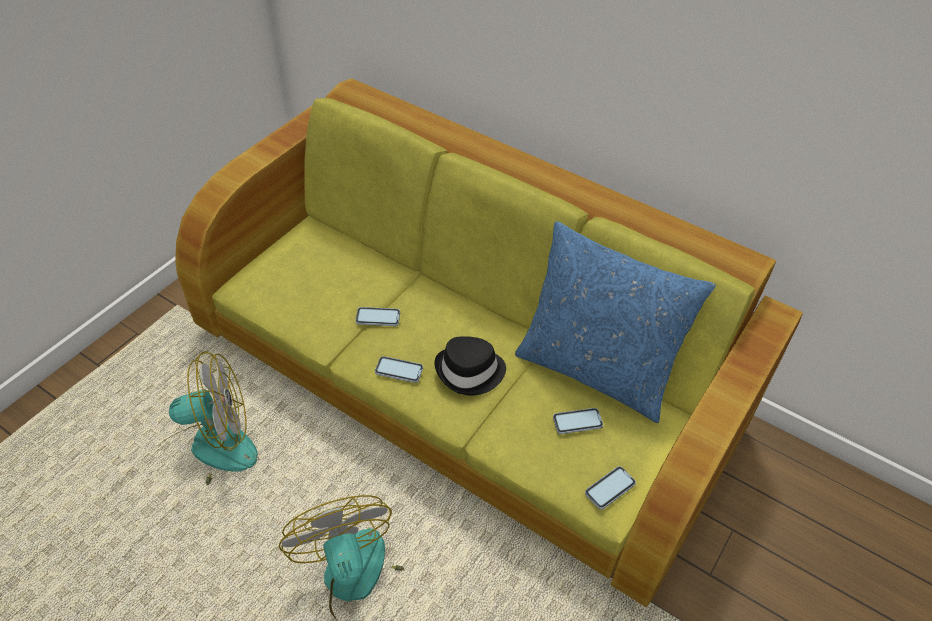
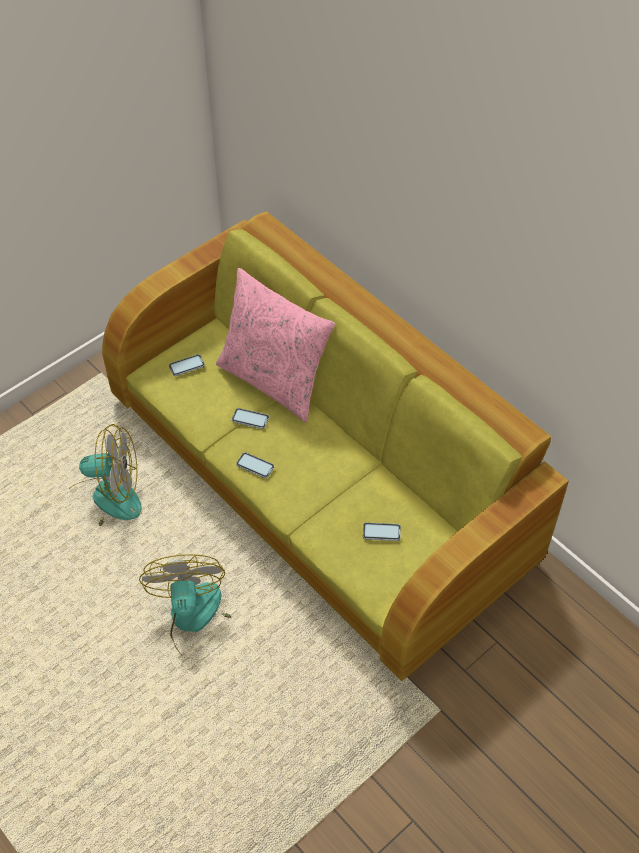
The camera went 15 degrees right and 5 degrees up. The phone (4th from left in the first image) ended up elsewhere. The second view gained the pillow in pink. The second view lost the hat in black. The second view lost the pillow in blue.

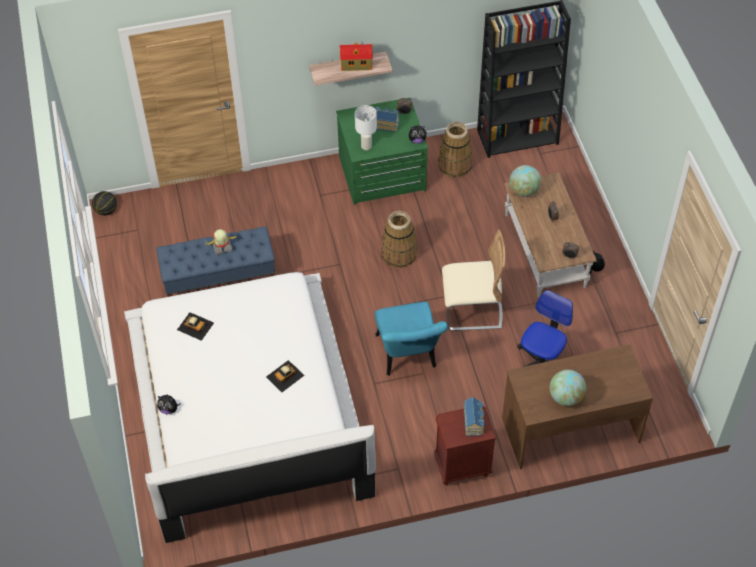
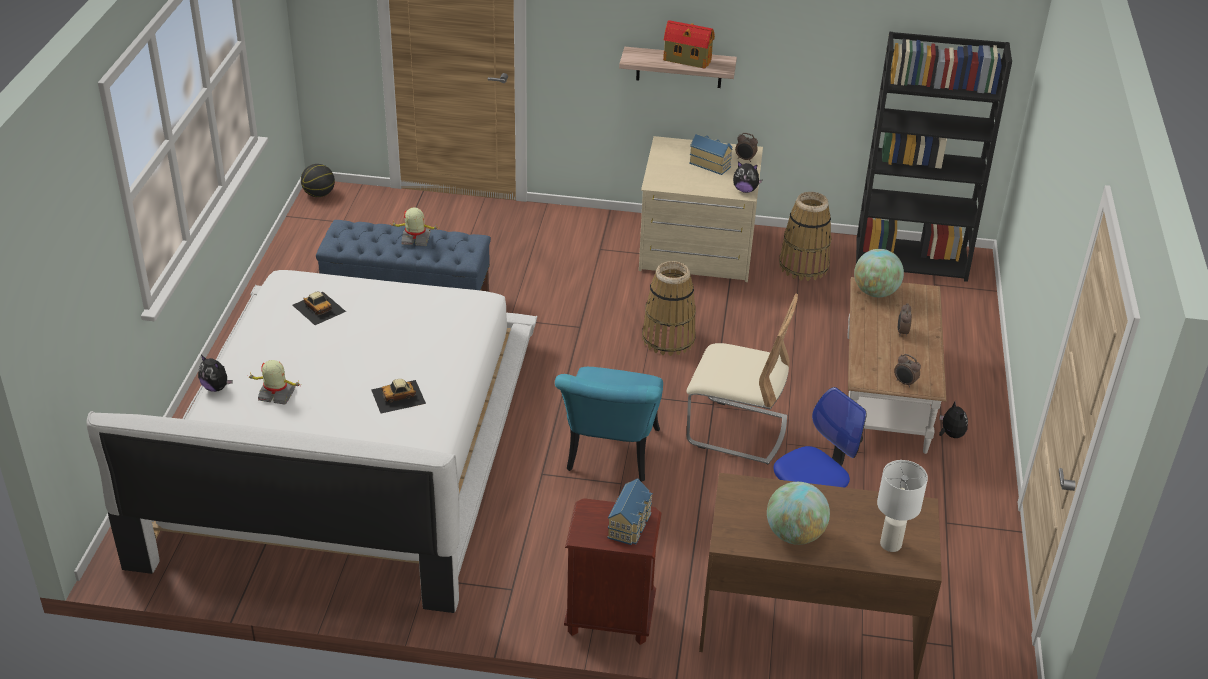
The camera went 20 degrees right and 15 degrees down. The second view gained the toy robot (1st from left). What was the dresser in green turned into the dresser in beige. The table lamp in white ended up elsewhere.

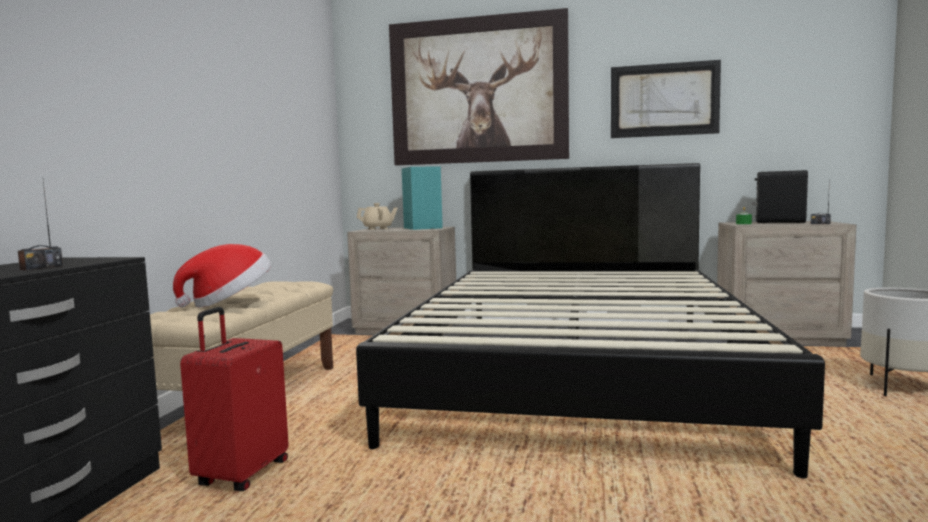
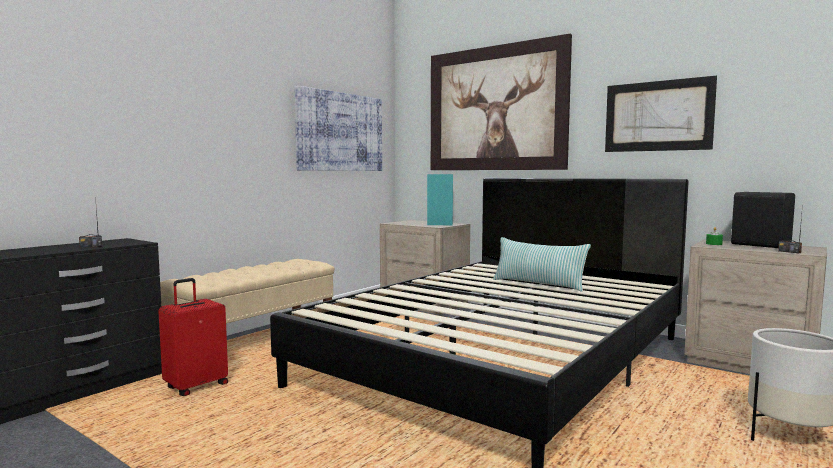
The camera went 25 degrees right and 0 degrees up. The second view gained the picture (1st from left). The second view gained the pillow. The second view lost the hat. The second view lost the teapot in beige.

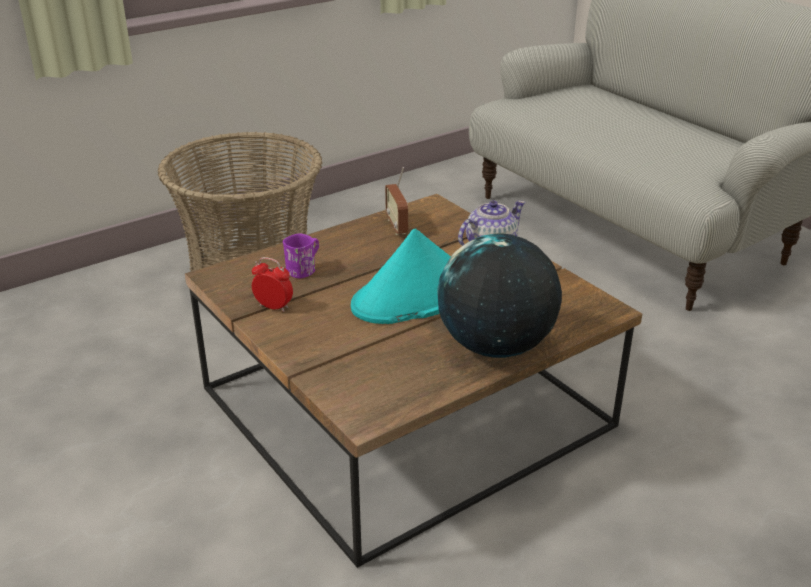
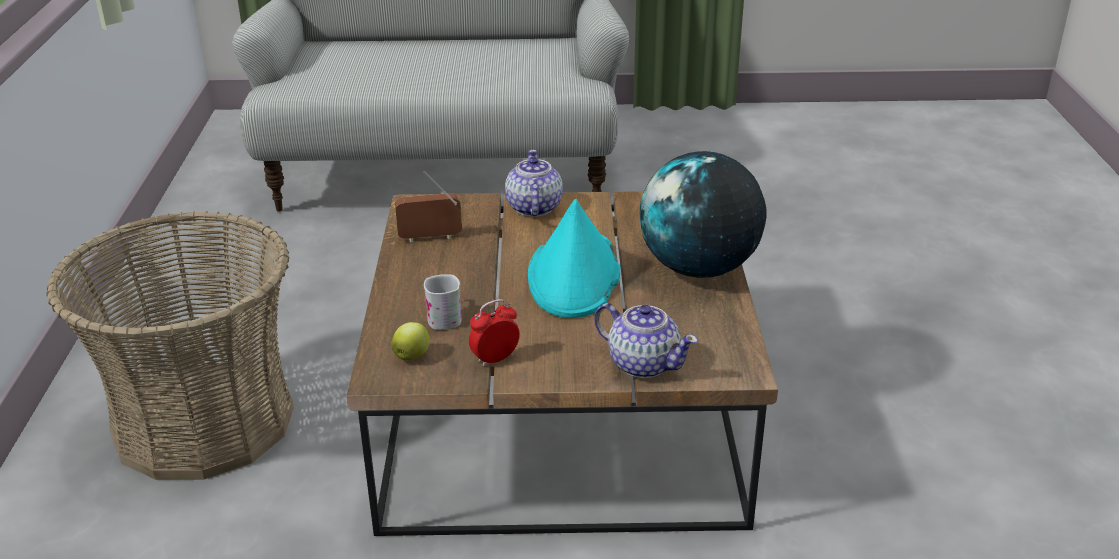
The camera went 55 degrees left and 0 degrees up. The second view gained the apple. The radio ended up facing another way, 150 degrees clockwise from before. What was the mug in purple turned into the mug in white. The second view gained the teapot (2nd from left).

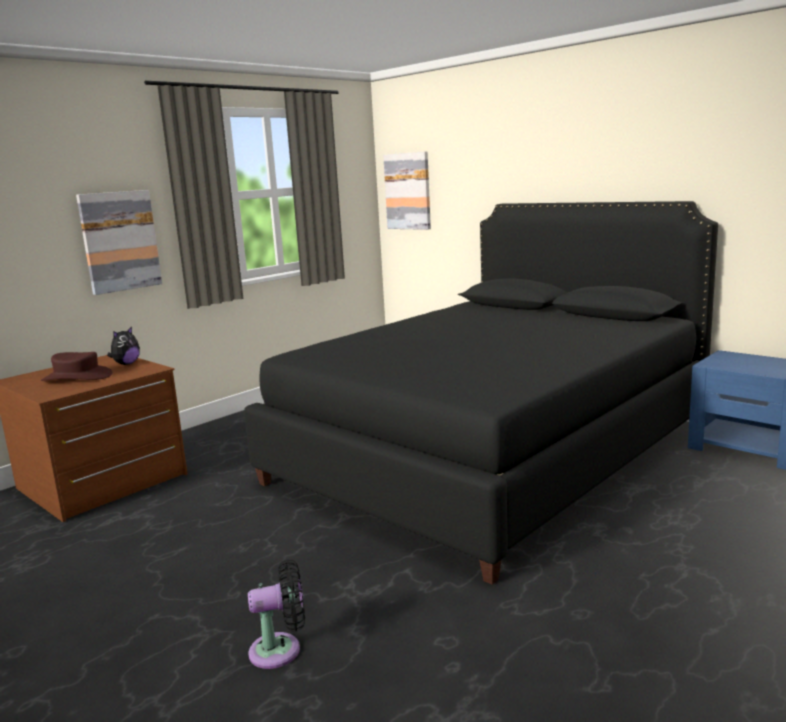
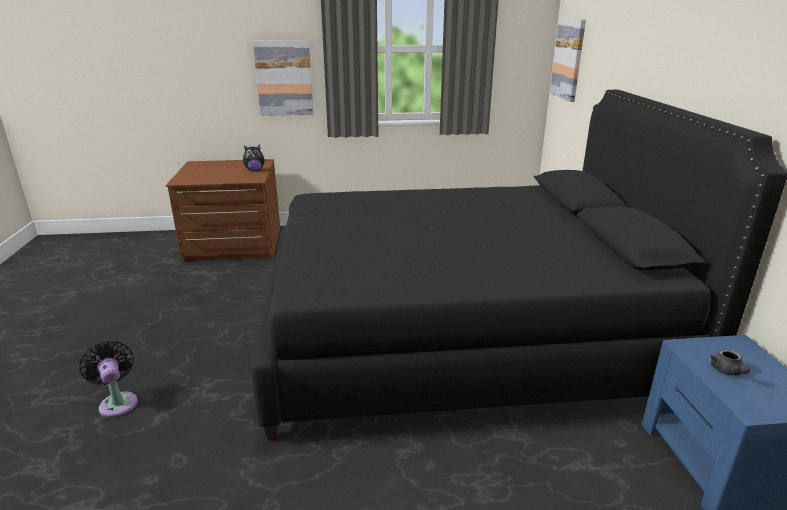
The camera went 40 degrees right and 10 degrees up. The fan in black ended up facing another way, 150 degrees counterclockwise from before. The second view gained the teapot in grey. The second view lost the hat in brown.

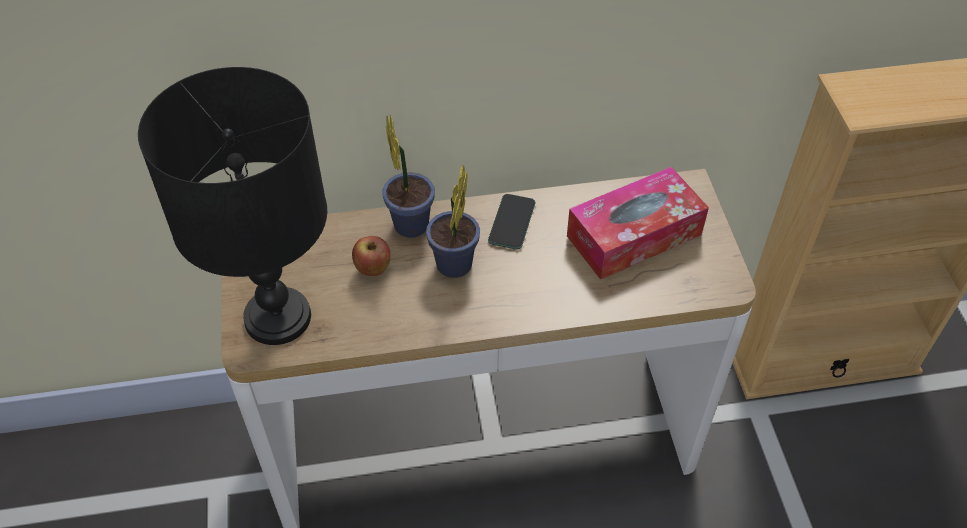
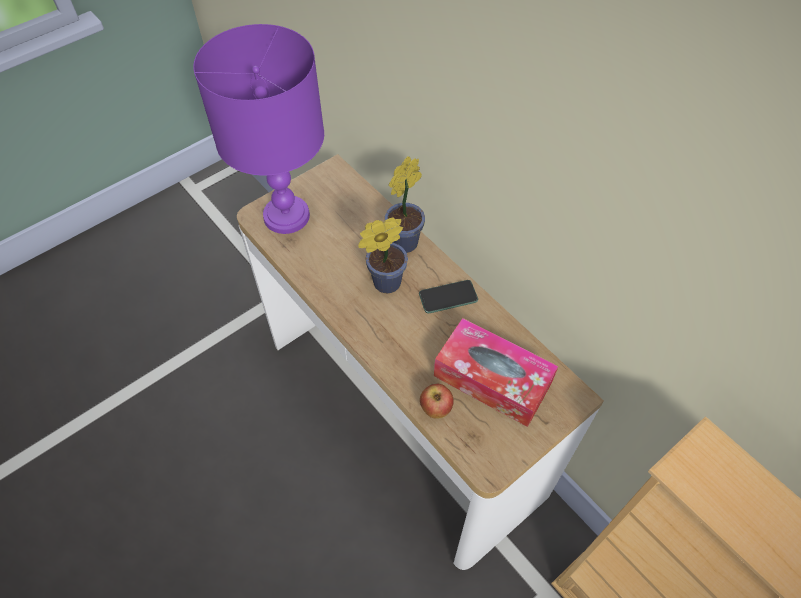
The camera went 60 degrees right and 5 degrees up. What was the table lamp in black turned into the table lamp in purple. The apple ended up elsewhere.

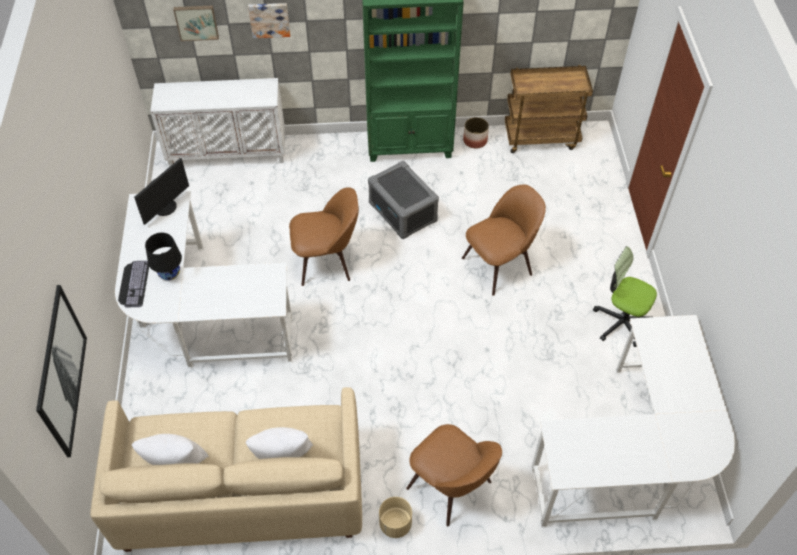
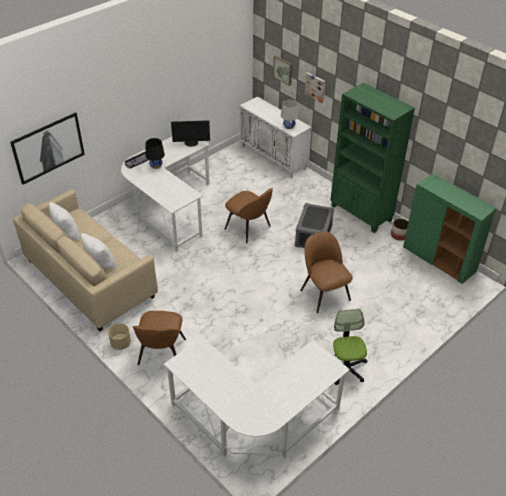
The camera went 50 degrees right and 10 degrees down. The second view gained the table lamp in white. The chair in brown (3rd from left) ended up facing another way, 135 degrees counterclockwise from before. Where the cart in brown stood, the cabinet in green came to stand.

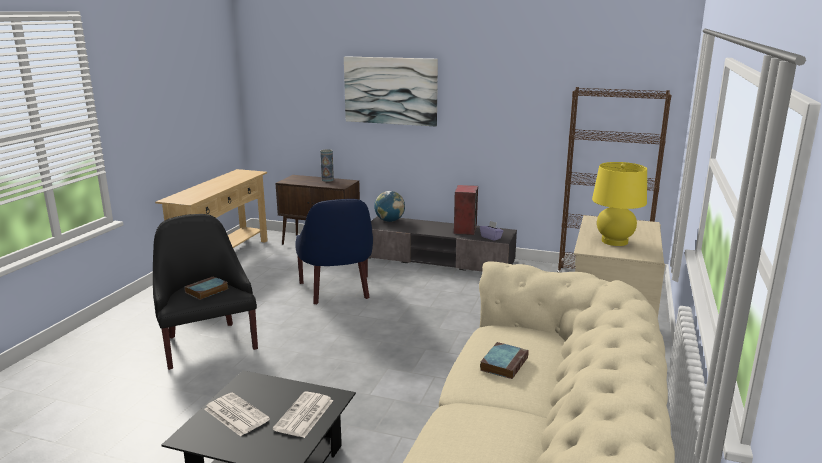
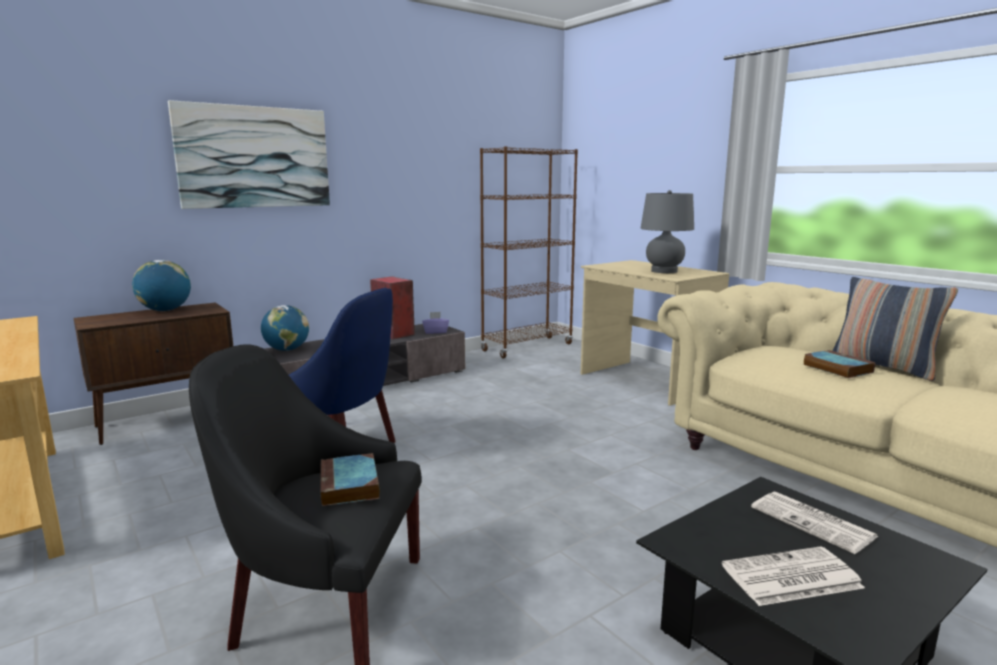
The camera went 55 degrees left and 5 degrees down. Where the vase stood, the globe (1st from left) came to stand. What was the table lamp in yellow turned into the table lamp in grey. The second view gained the pillow.

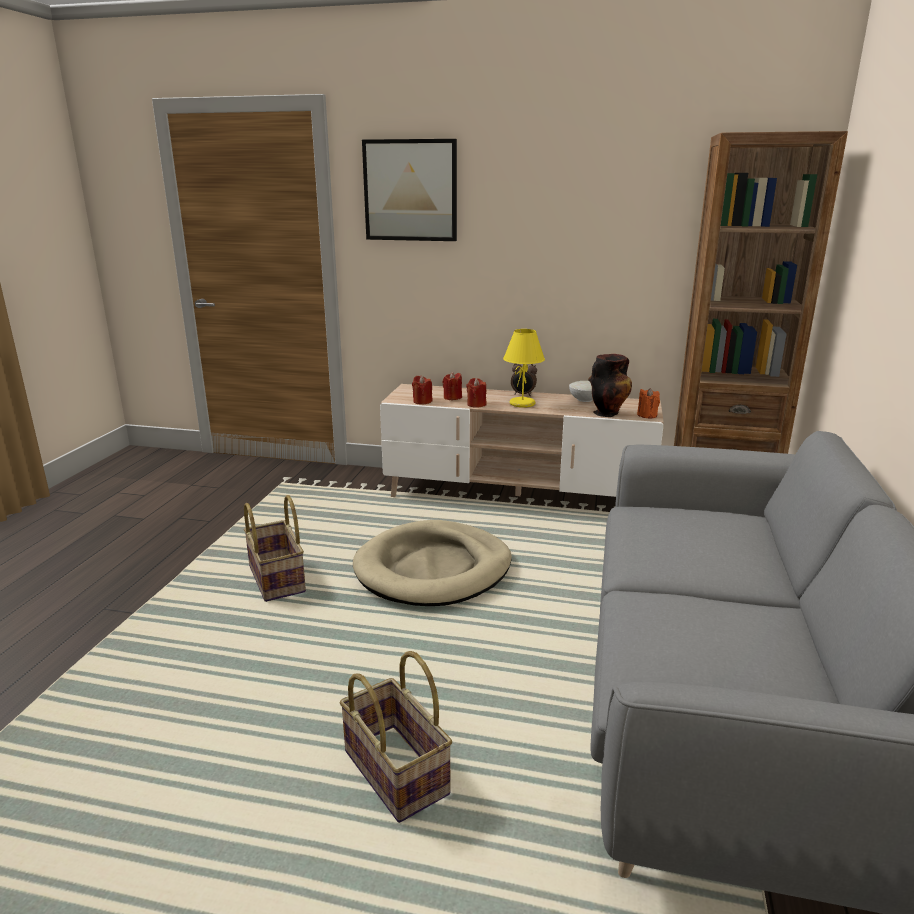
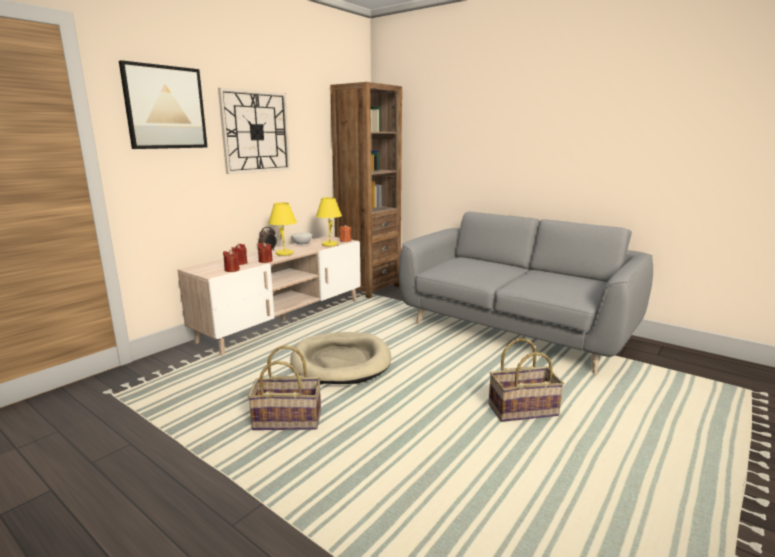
The camera went 65 degrees left and 5 degrees down. The second view gained the wall clock. Where the vase stood, the table lamp in yellow (2nd from left) came to stand.

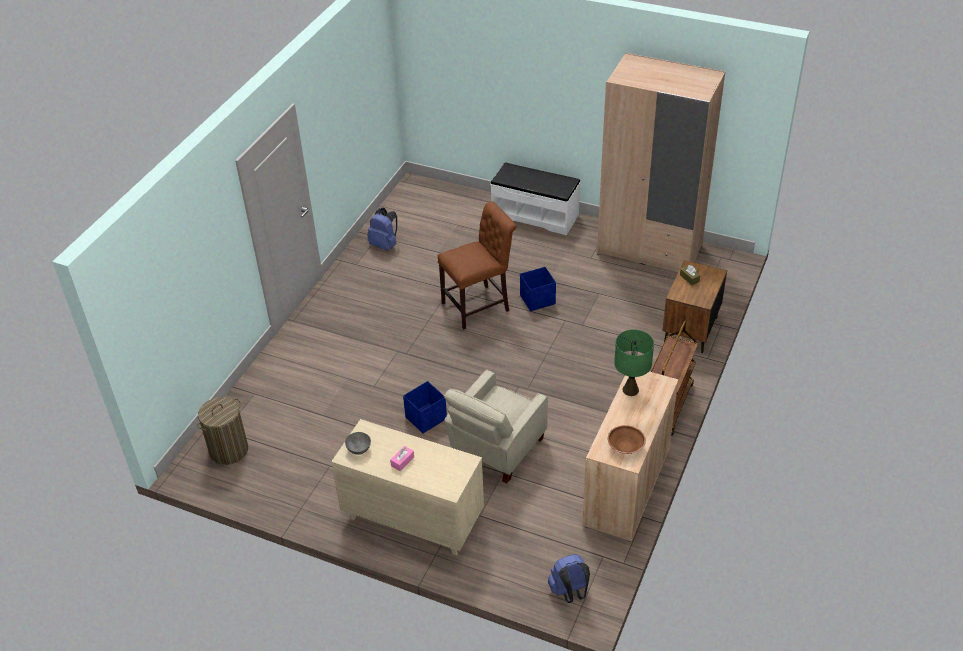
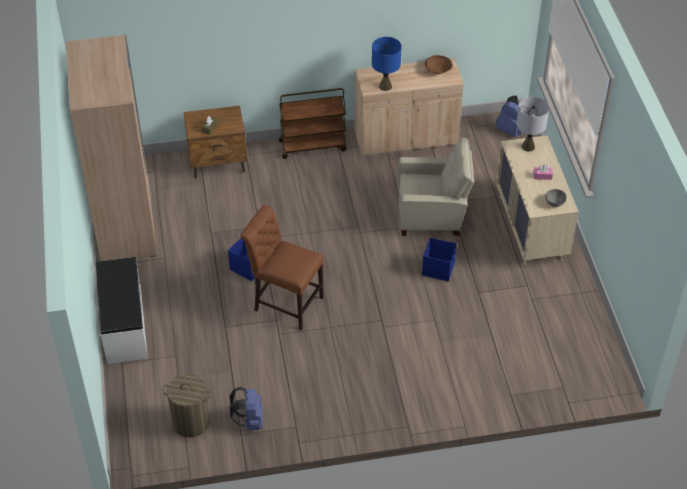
The camera went 125 degrees left and 5 degrees up. The laundry basket ended up elsewhere. What was the table lamp in green turned into the table lamp in blue. The second view gained the table lamp in grey.

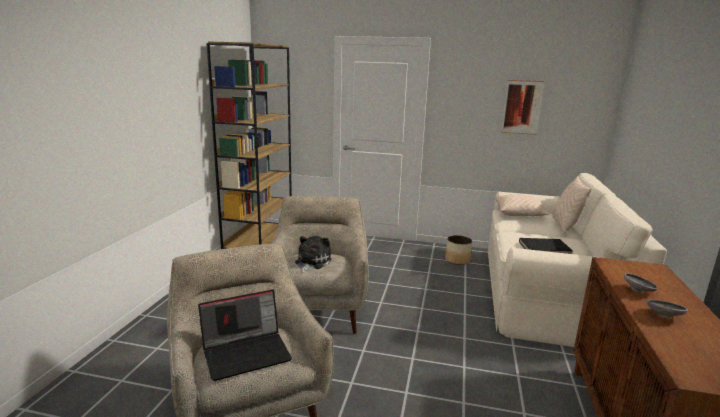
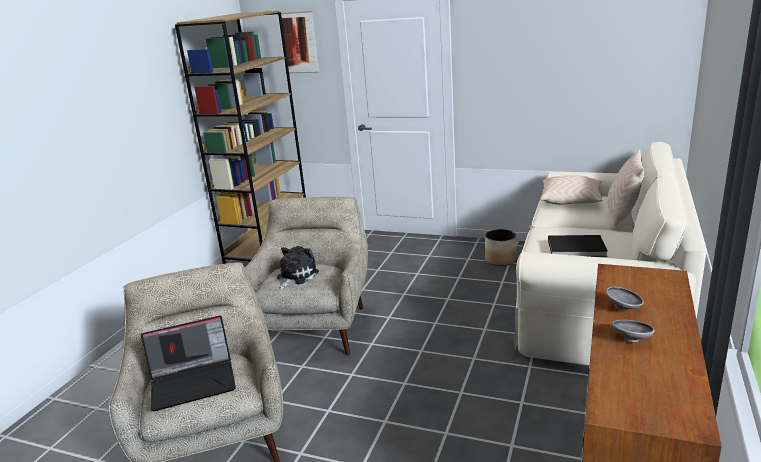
The camera went 10 degrees right and 5 degrees up. The picture ended up elsewhere.

